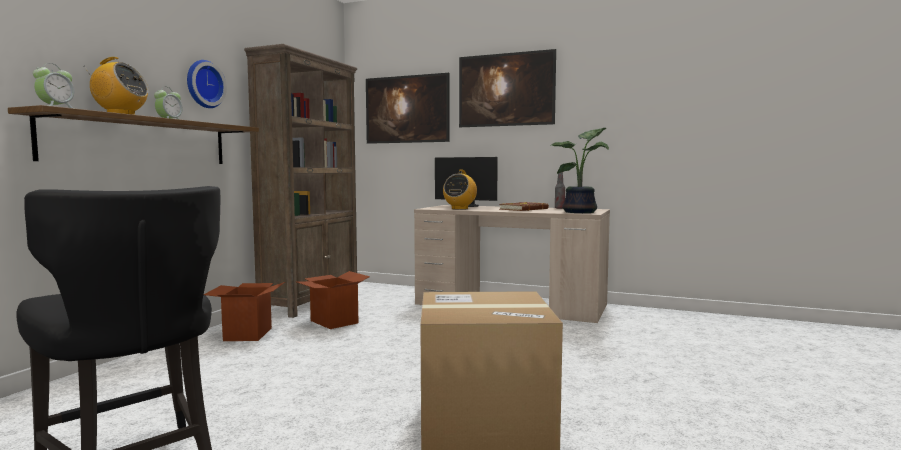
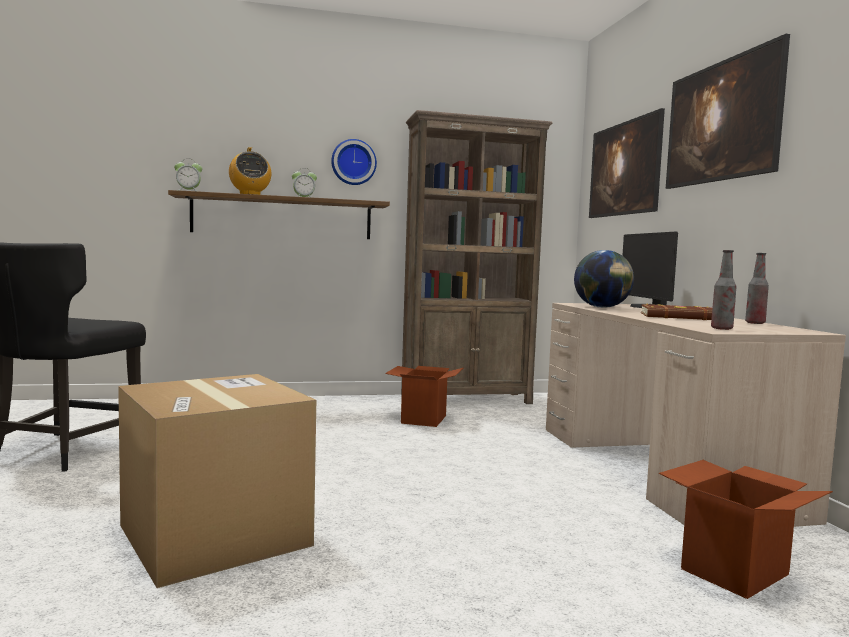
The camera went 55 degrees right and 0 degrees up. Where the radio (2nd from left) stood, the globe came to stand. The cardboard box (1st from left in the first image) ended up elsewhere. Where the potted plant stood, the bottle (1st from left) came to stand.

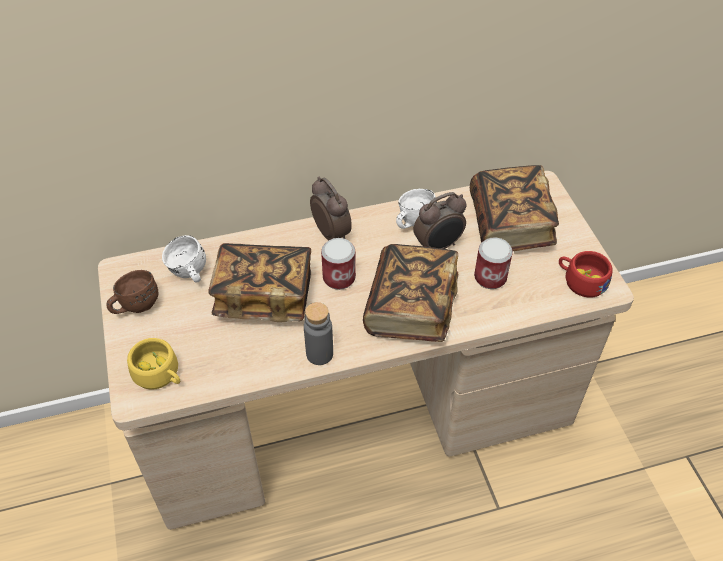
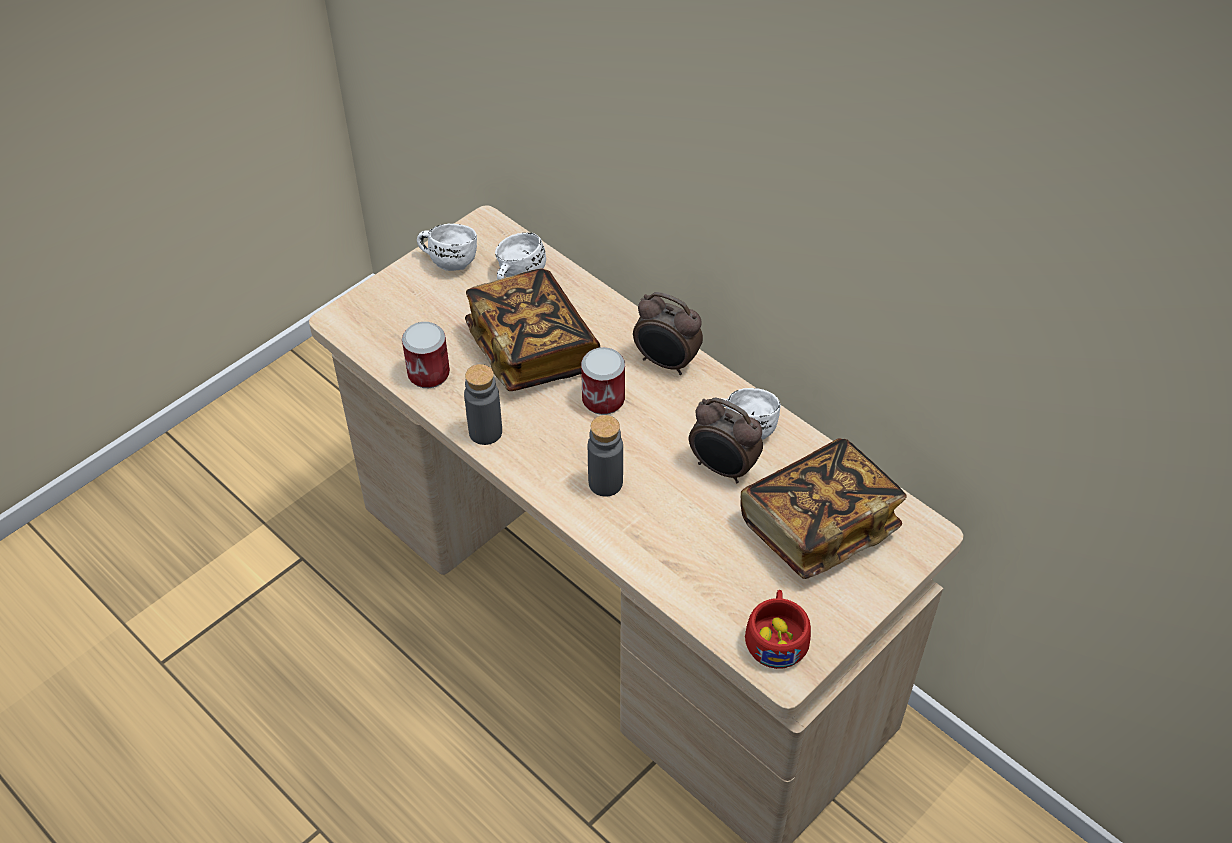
The camera went 60 degrees right and 0 degrees up. The can (2nd from left in the first image) ended up elsewhere. What was the mug in brown turned into the mug in white (1st from left). Where the book (2nd from left) stood, the bottle in grey (2nd from left) came to stand. The alarm clock (1st from left) ended up facing another way, 90 degrees clockwise from before. The second view lost the cup in yellow.

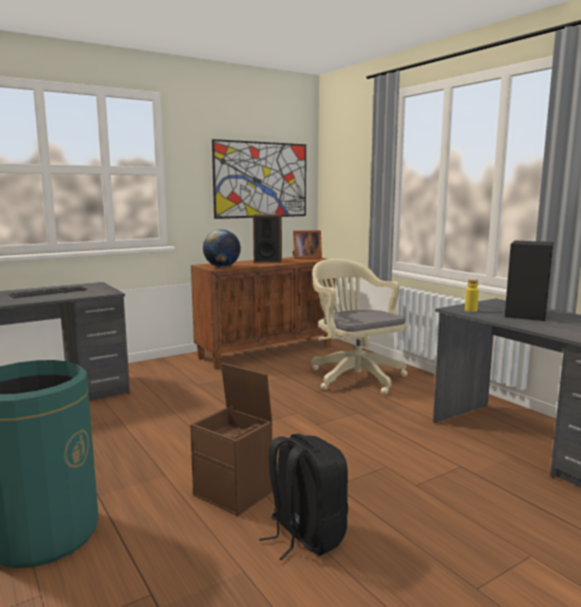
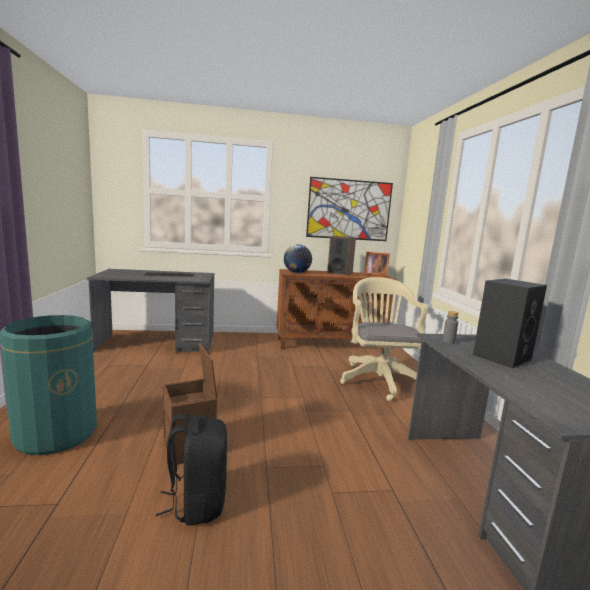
The camera went 25 degrees right and 0 degrees up. What was the bottle in yellow turned into the bottle in grey.

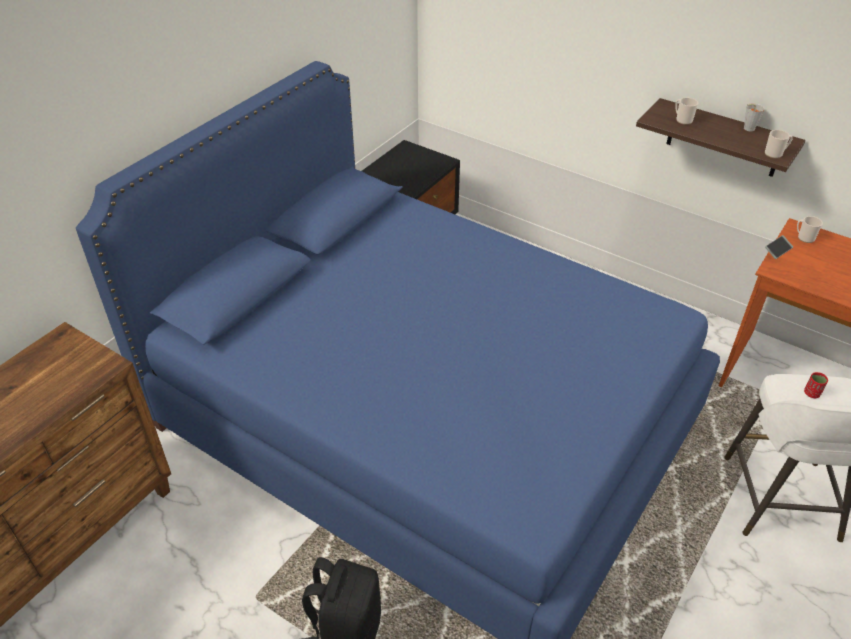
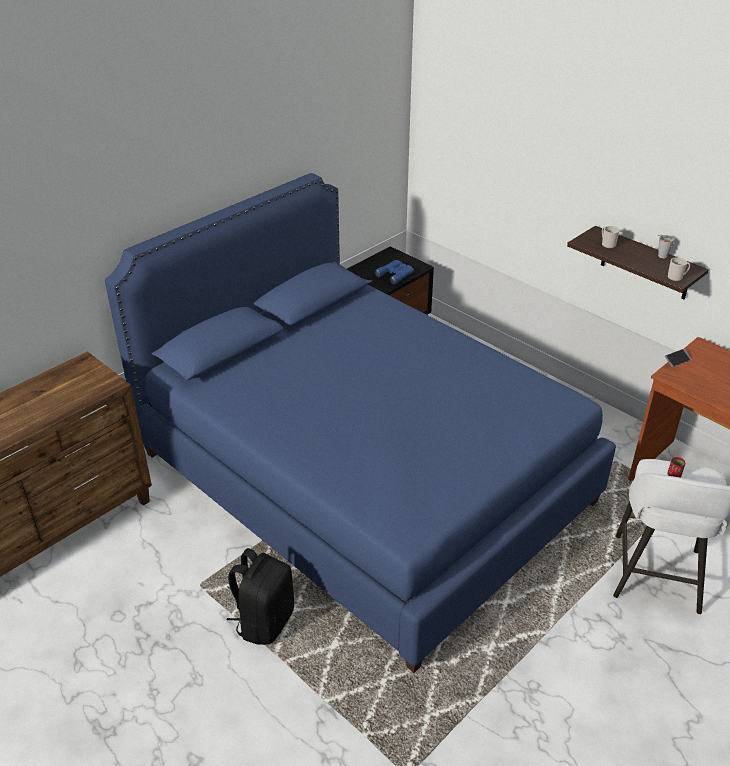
The camera went 10 degrees right and 5 degrees down. The second view gained the binoculars in blue. The second view lost the mug (3rd from left).

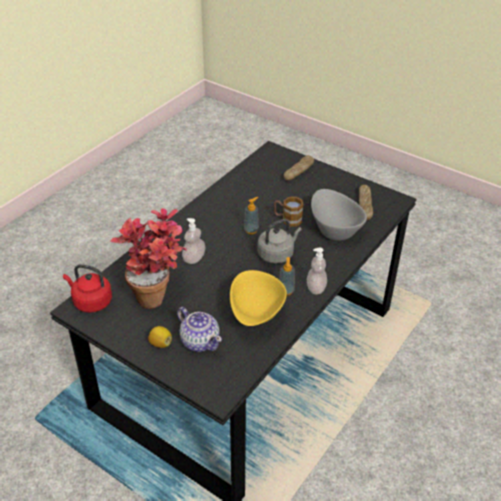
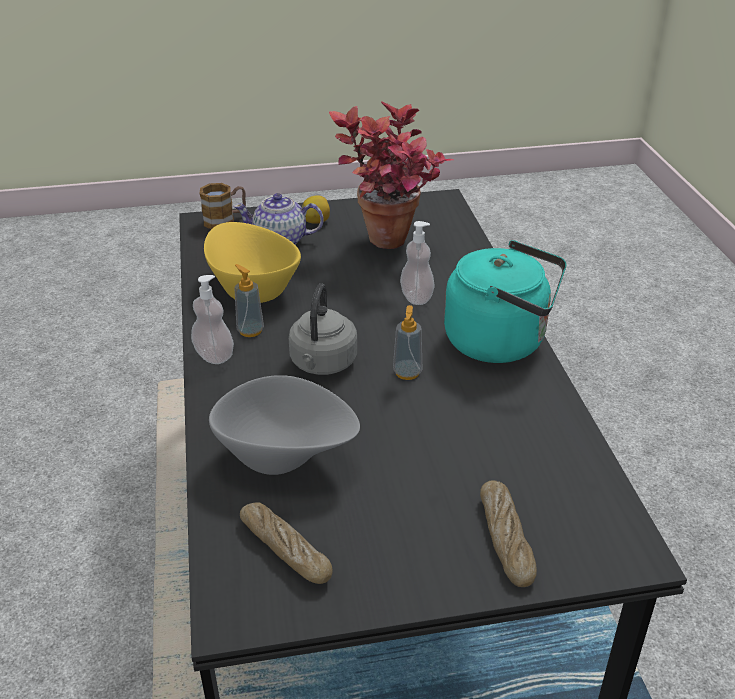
The camera went 135 degrees right and 5 degrees down. The mug ended up elsewhere. The second view gained the kettle in turquoise. The second view lost the kettle in red.

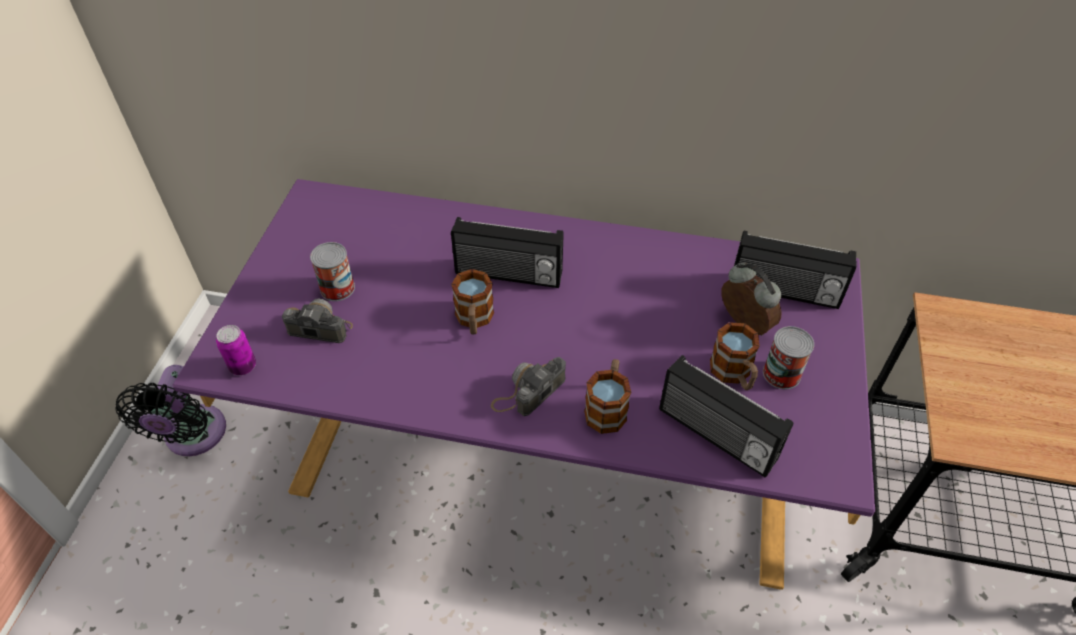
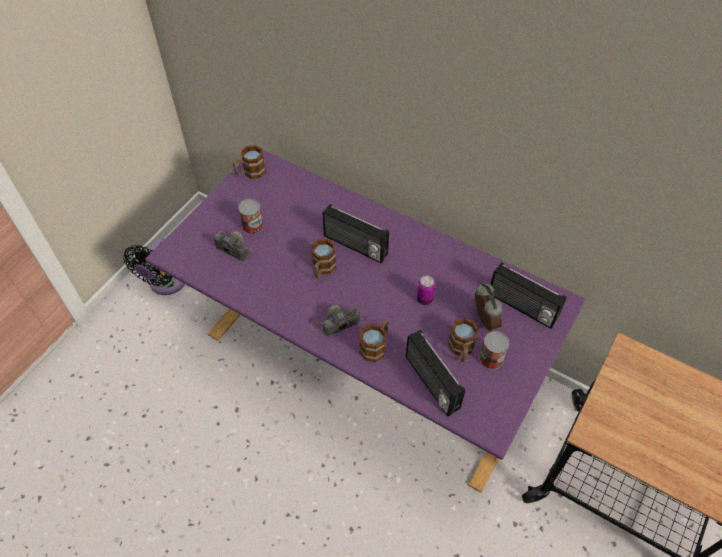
The camera went 20 degrees right and 5 degrees up. The second view gained the mug (1st from left). The can (1st from left in the first image) ended up elsewhere.

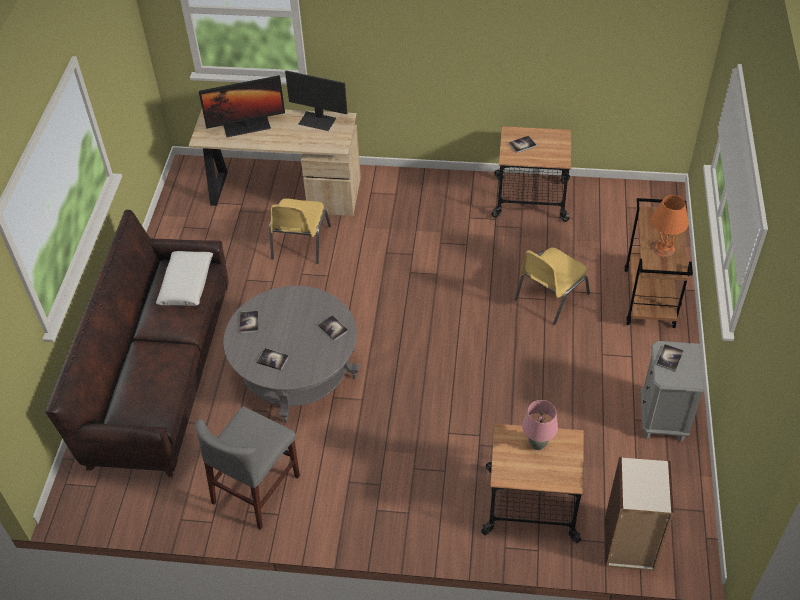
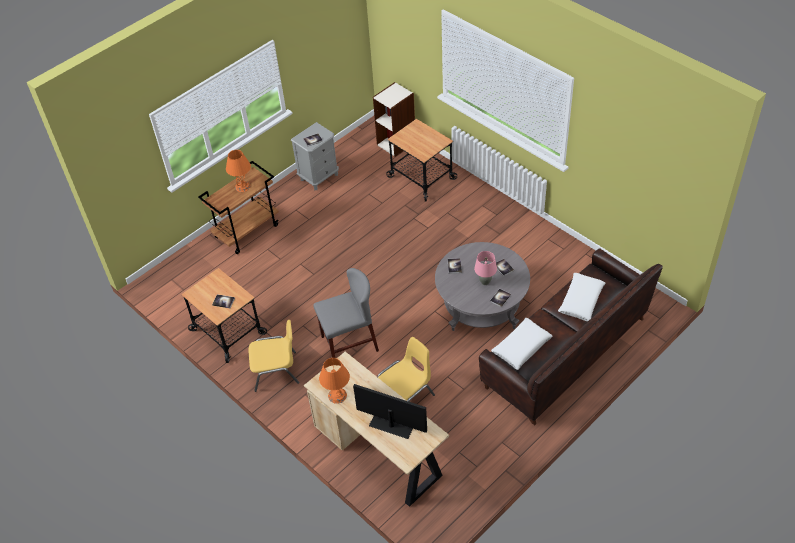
The camera went 140 degrees left and 0 degrees up. The chair in yellow (2nd from left in the first image) ended up elsewhere. The chair in grey ended up elsewhere. Where the monitor (2nd from left) stood, the table lamp in orange (2nd from left) came to stand. The table lamp in pink ended up elsewhere. The second view gained the pillow in white (2nd from left).

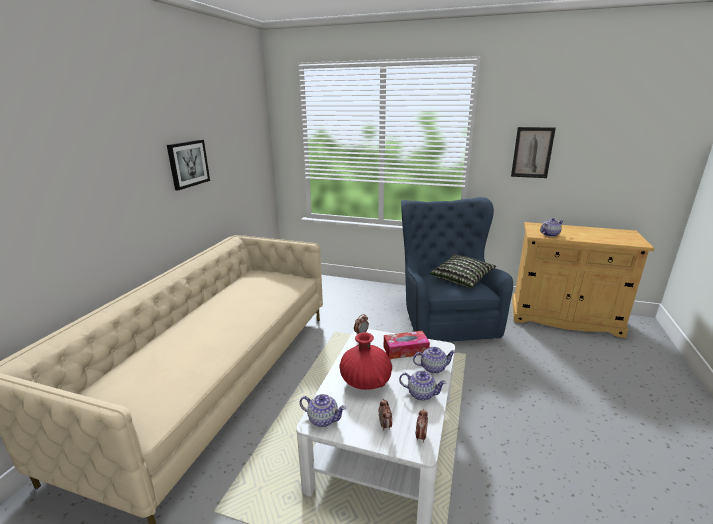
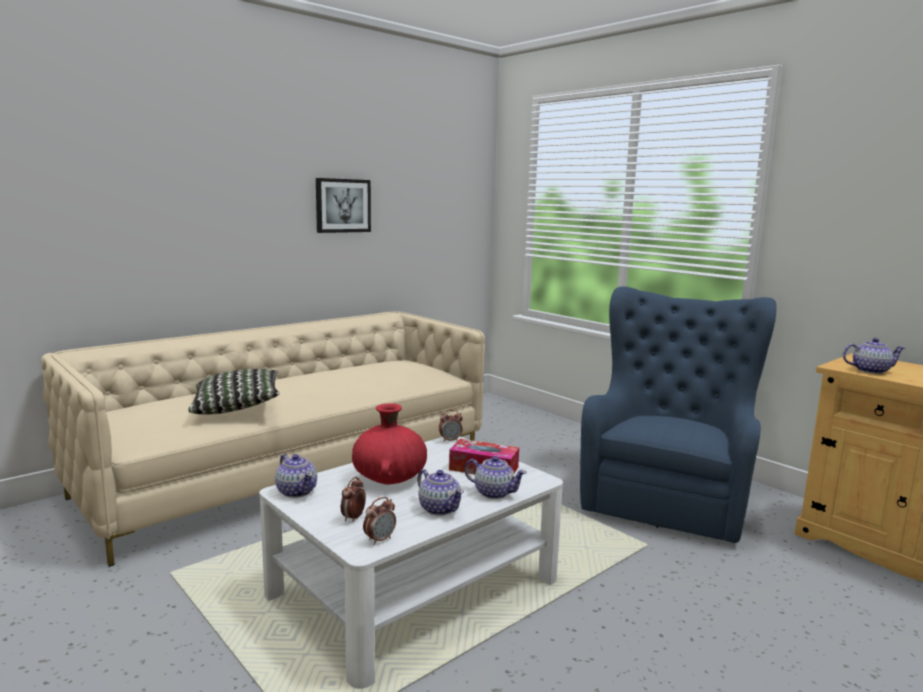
The camera went 30 degrees right and 10 degrees down. The pillow ended up elsewhere. The second view lost the picture (2nd from left).

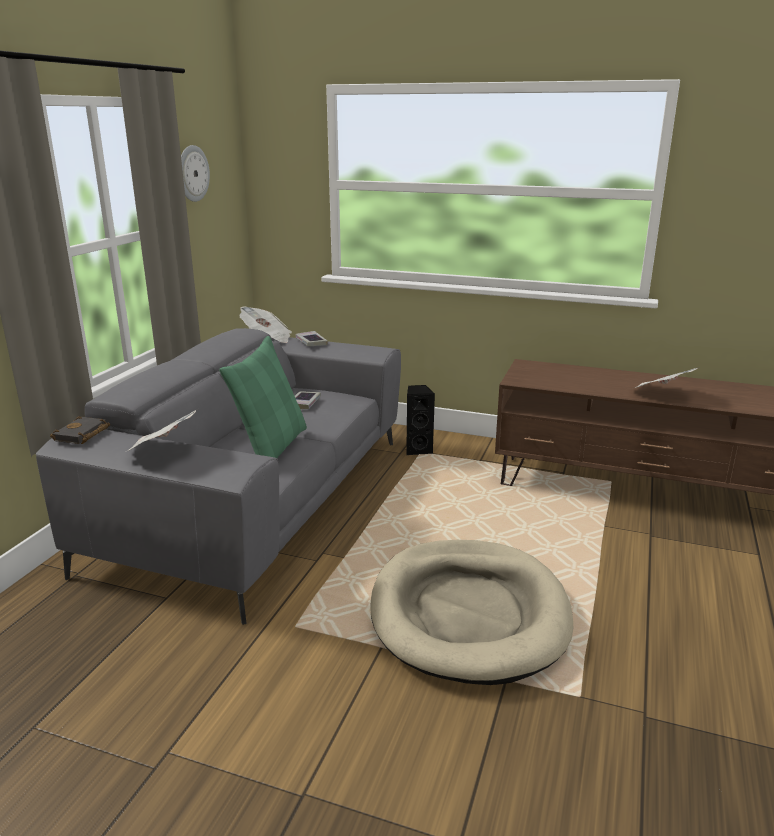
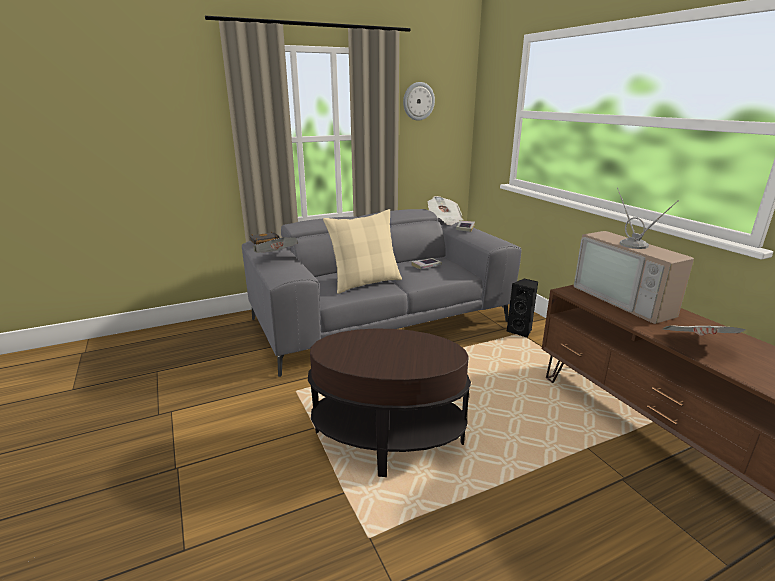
The camera went 45 degrees right and 0 degrees up. Where the dog bed in beige stood, the side table in brown came to stand. What was the pillow in green turned into the pillow in beige. The second view gained the television.

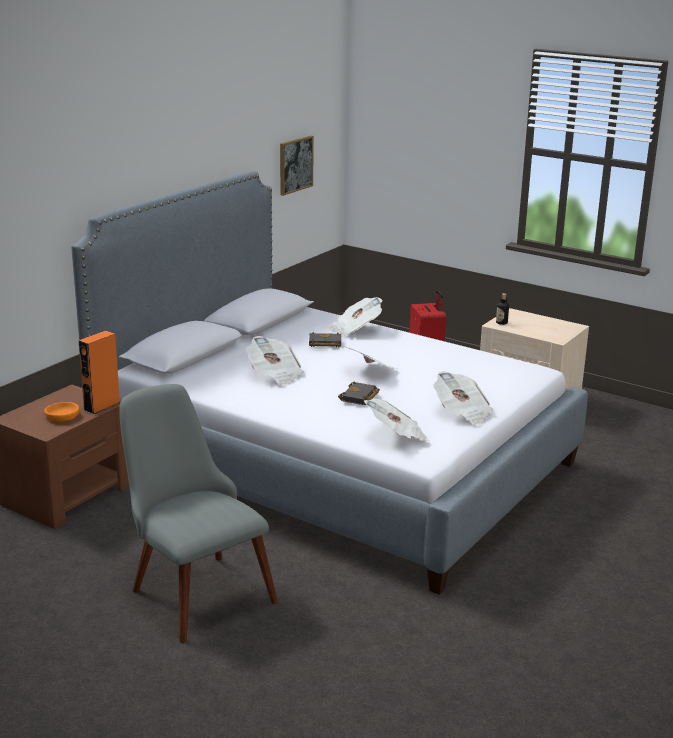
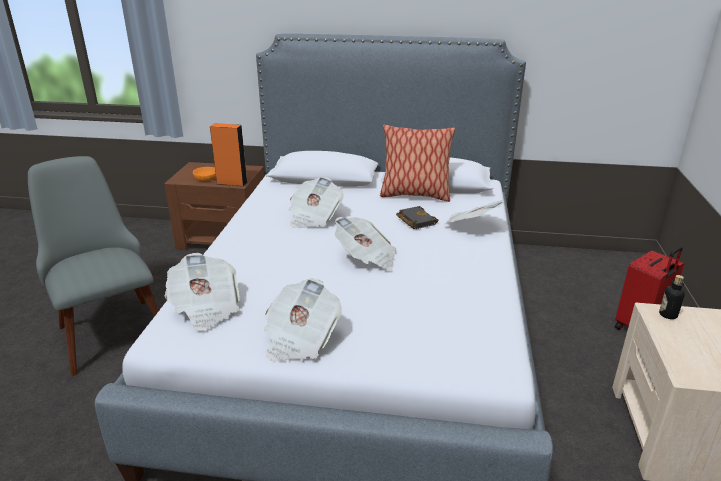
The camera went 65 degrees right and 5 degrees up. The chair in grey ended up facing another way, 60 degrees counterclockwise from before. The second view gained the pillow. The second view lost the picture. The second view lost the book in black (2nd from left).

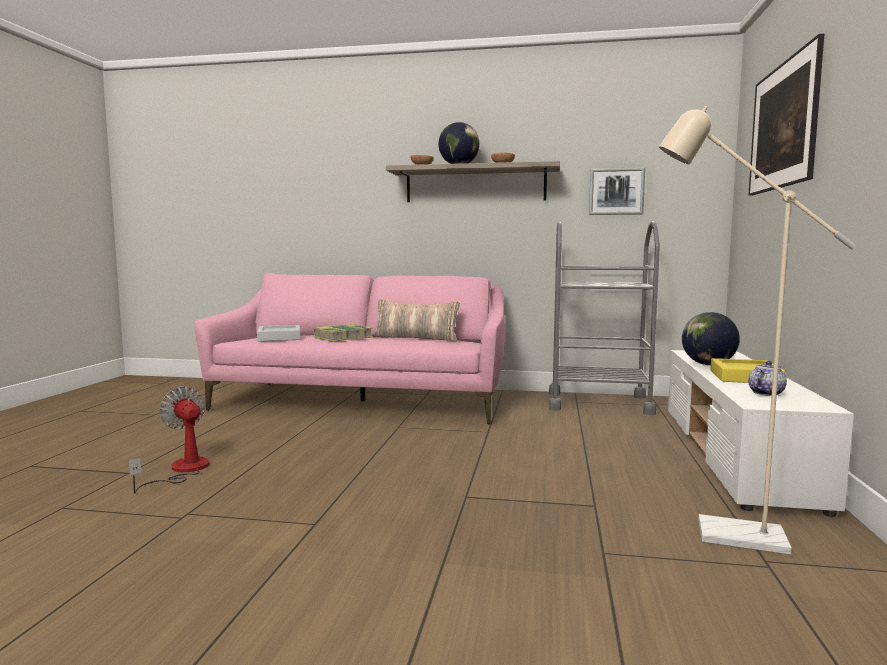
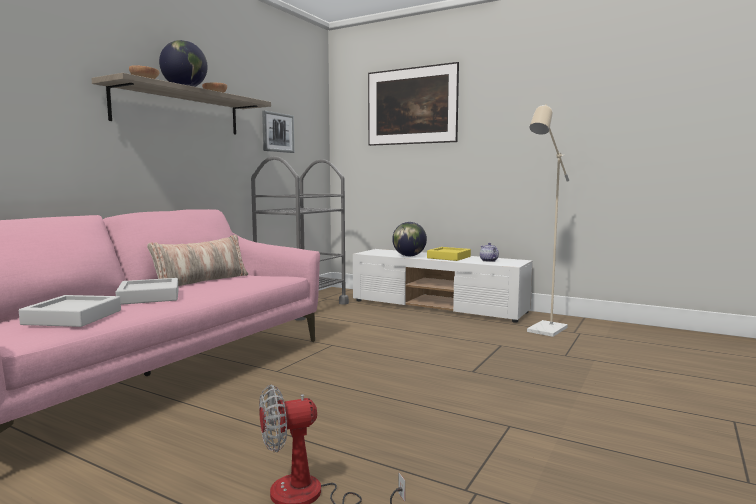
The camera went 70 degrees left and 0 degrees up. Where the book stood, the tray in grey (2nd from left) came to stand.

